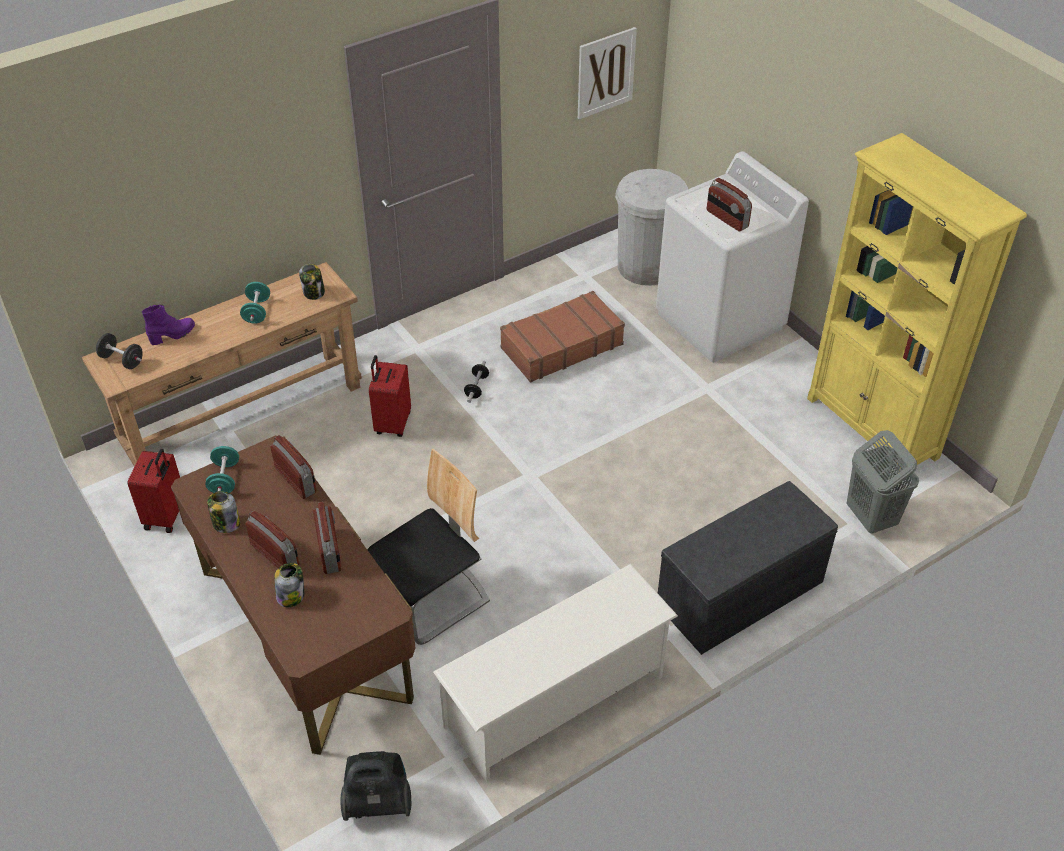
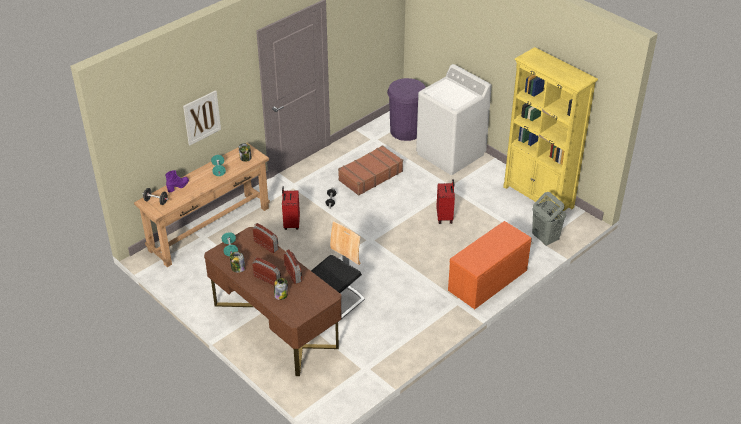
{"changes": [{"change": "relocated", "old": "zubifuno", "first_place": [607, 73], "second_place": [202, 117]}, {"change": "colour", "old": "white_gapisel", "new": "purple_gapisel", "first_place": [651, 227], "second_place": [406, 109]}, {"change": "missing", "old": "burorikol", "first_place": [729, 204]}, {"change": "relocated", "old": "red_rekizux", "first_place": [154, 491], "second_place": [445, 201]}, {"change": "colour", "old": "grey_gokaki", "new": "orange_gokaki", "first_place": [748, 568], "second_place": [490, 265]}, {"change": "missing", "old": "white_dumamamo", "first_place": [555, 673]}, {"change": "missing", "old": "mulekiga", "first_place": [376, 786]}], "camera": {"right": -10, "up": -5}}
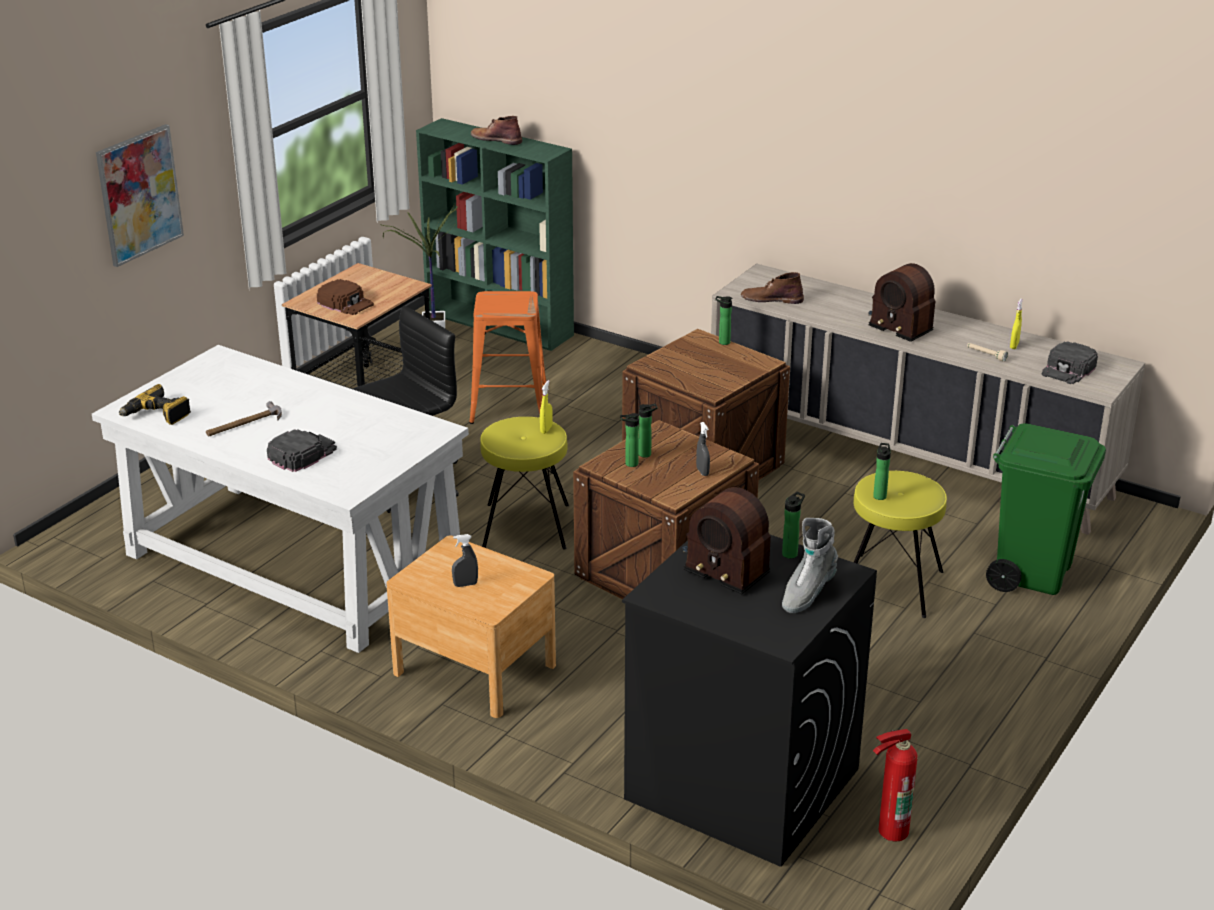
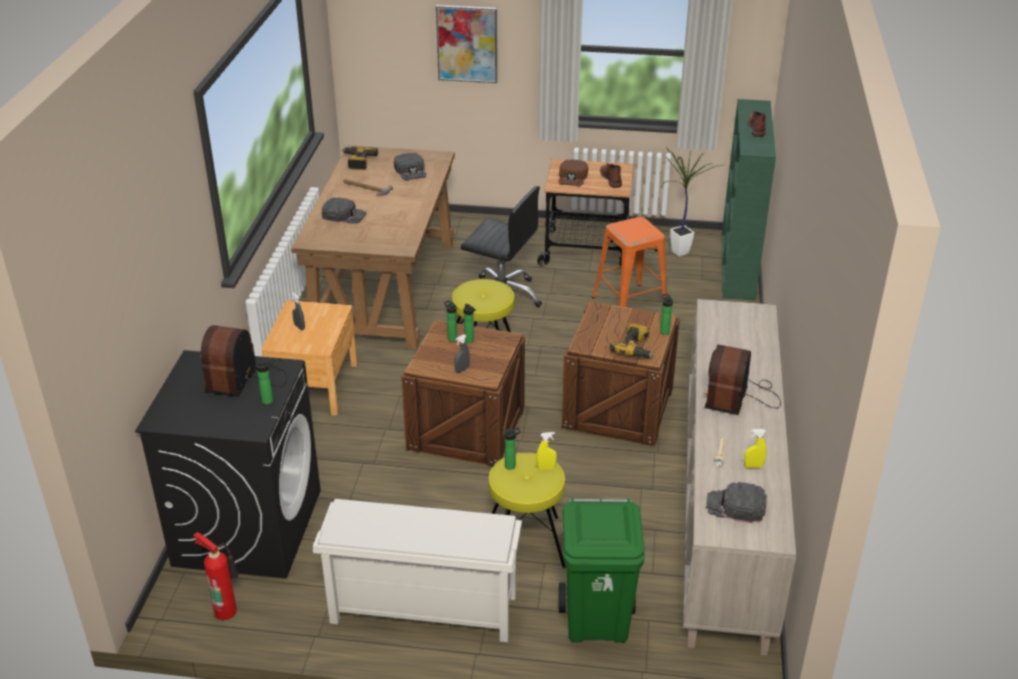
{"changes": [{"change": "relocated", "old": "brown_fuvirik", "first_place": [772, 288], "second_place": [611, 175]}, {"change": "colour", "old": "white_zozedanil", "new": "brown_zozedanil", "first_place": [280, 499], "second_place": [373, 247]}, {"change": "relocated", "old": "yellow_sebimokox", "first_place": [546, 407], "second_place": [546, 451]}, {"change": "missing", "old": "grey_fuvirik", "first_place": [810, 565]}, {"change": "appeared", "new": "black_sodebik", "second_place": [410, 167]}, {"change": "appeared", "new": "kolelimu", "second_place": [632, 340]}, {"change": "appeared", "new": "white_dumamamo", "second_place": [417, 570]}], "camera": {"right": 65, "up": 5}}
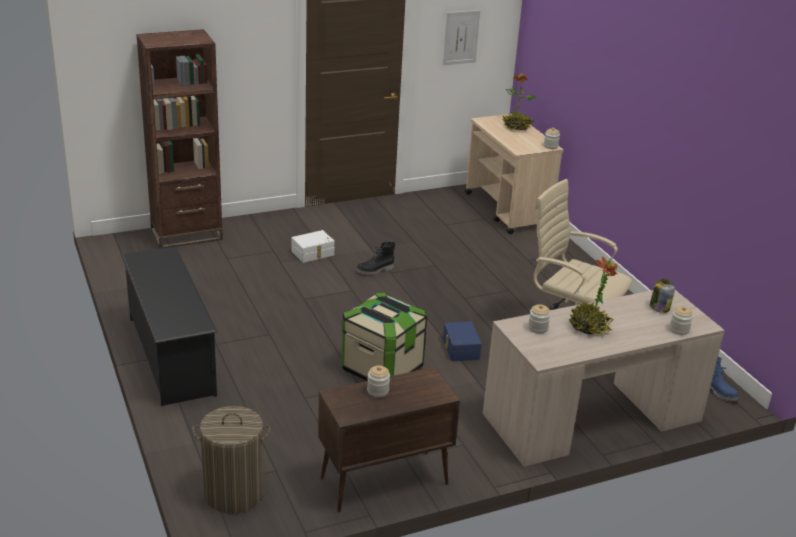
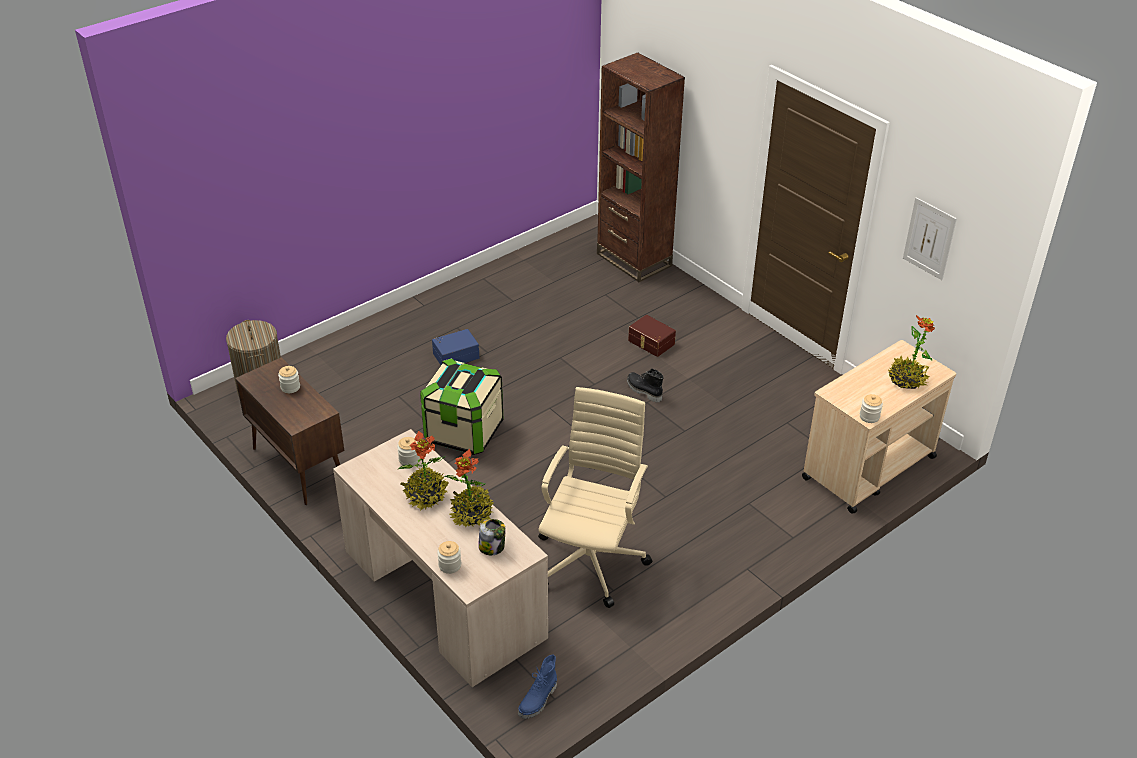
{"changes": [{"change": "colour", "old": "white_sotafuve", "new": "brown_sotafuve", "first_place": [313, 246], "second_place": [652, 336]}, {"change": "missing", "old": "black_dumamamo", "first_place": [169, 326]}, {"change": "relocated", "old": "blue_sotafuve", "first_place": [462, 341], "second_place": [455, 347]}, {"change": "appeared", "new": "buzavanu", "second_place": [468, 488]}], "camera": {"right": 75, "up": 10}}
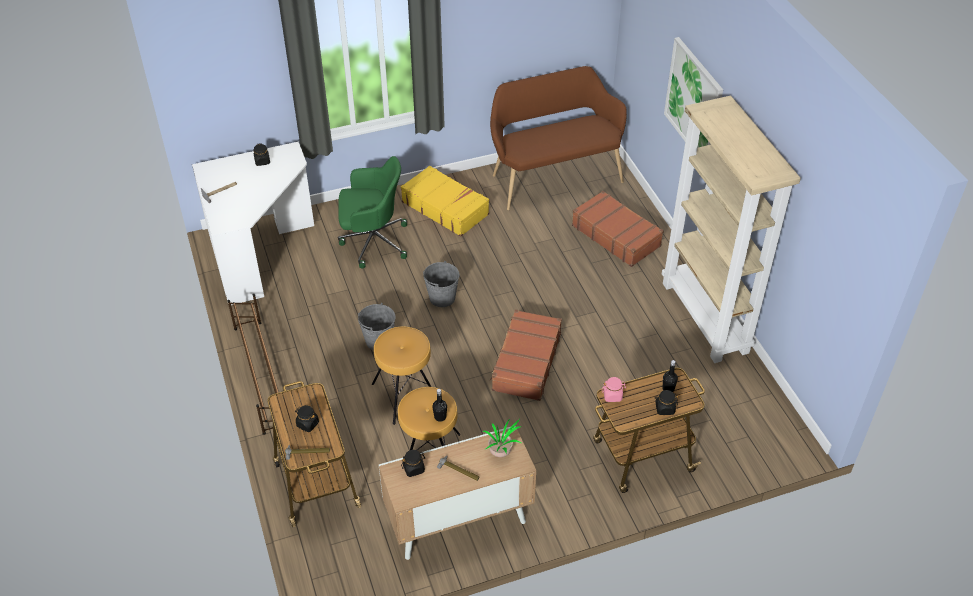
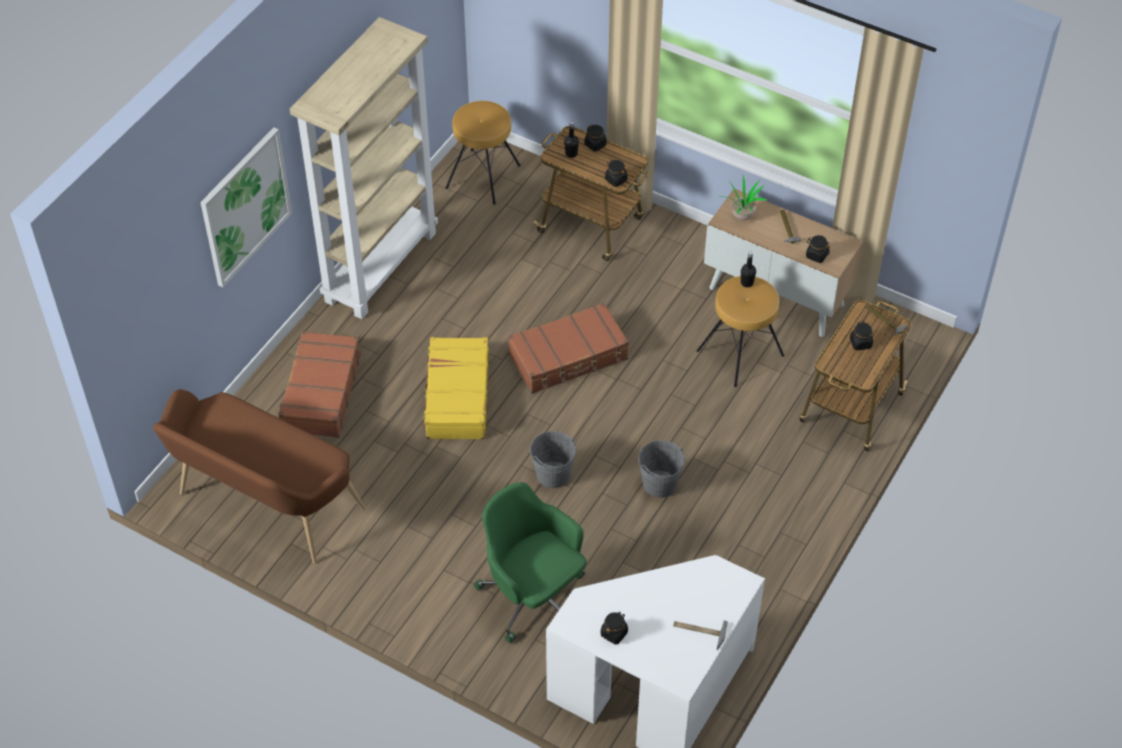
{"changes": [{"change": "relocated", "old": "yellow_rekizux", "first_place": [445, 201], "second_place": [455, 388]}, {"change": "missing", "old": "brown_dumamamo", "first_place": [259, 364]}, {"change": "relocated", "old": "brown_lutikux", "first_place": [401, 375], "second_place": [483, 153]}, {"change": "colour", "old": "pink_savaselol", "new": "black_savaselol", "first_place": [614, 389], "second_place": [616, 173]}], "camera": {"right": -130, "up": 5}}
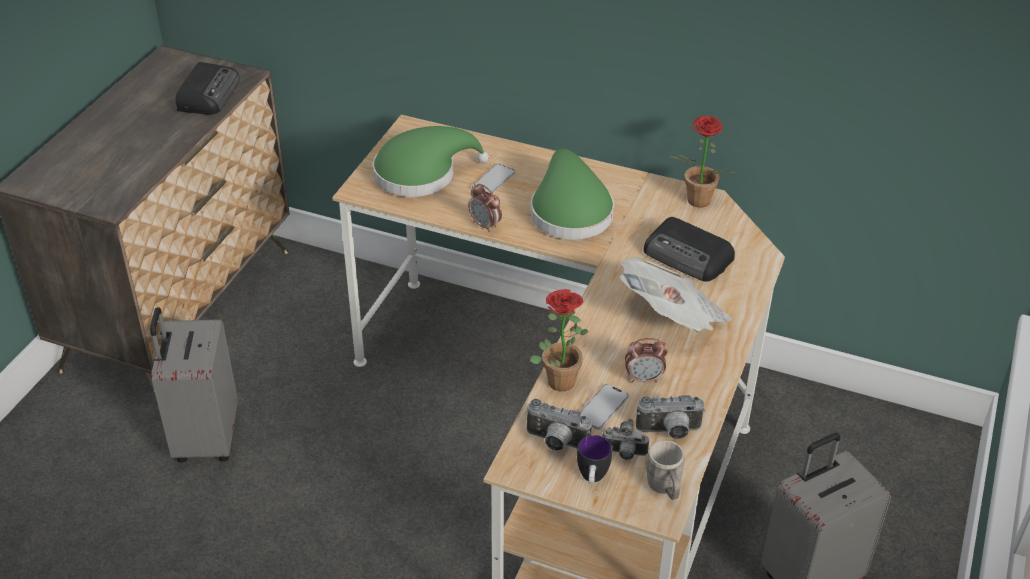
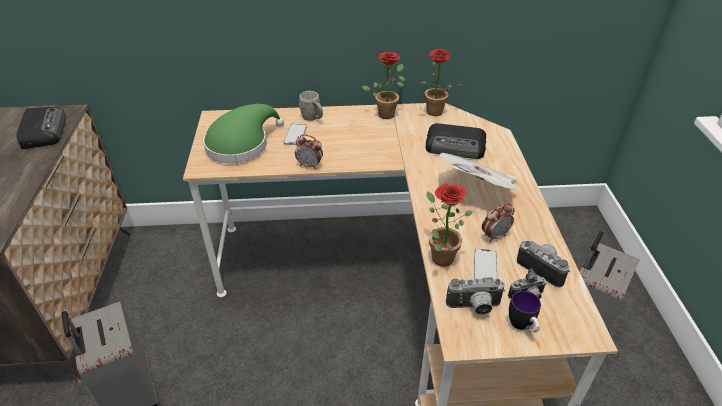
{"changes": [{"change": "missing", "old": "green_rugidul", "first_place": [572, 194]}, {"change": "spun", "old": "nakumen", "first_place": [670, 417], "second_place": [543, 264], "degrees": -105}, {"change": "relocated", "old": "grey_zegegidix", "first_place": [664, 470], "second_place": [311, 106]}, {"change": "appeared", "new": "buzavanu", "second_place": [383, 85]}], "camera": {"right": -25, "up": 0}}
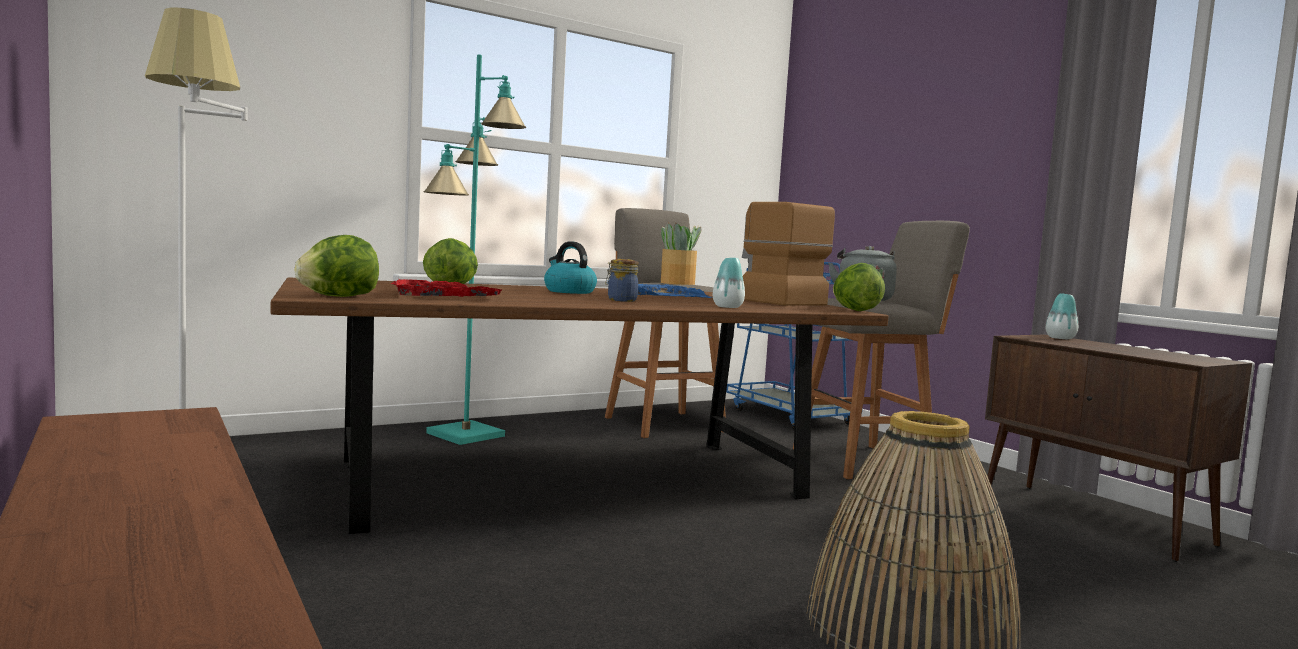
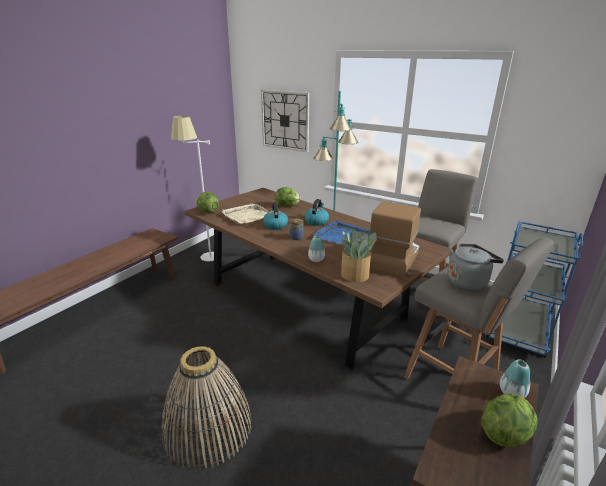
{"changes": [{"change": "relocated", "old": "buzavanu", "first_place": [681, 254], "second_place": [359, 256]}, {"change": "relocated", "old": "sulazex", "first_place": [859, 287], "second_place": [509, 420]}, {"change": "colour", "old": "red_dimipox", "new": "beige_dimipox", "first_place": [446, 288], "second_place": [245, 213]}, {"change": "appeared", "new": "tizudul", "second_place": [285, 121]}, {"change": "appeared", "new": "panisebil", "second_place": [275, 216]}], "camera": {"right": 65, "up": 20}}
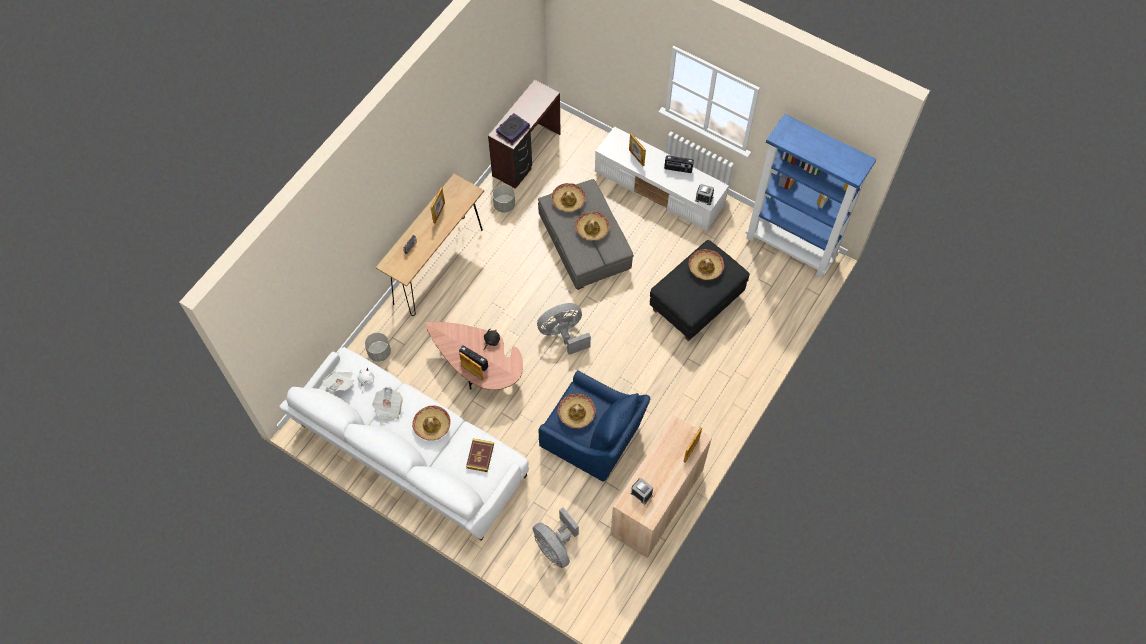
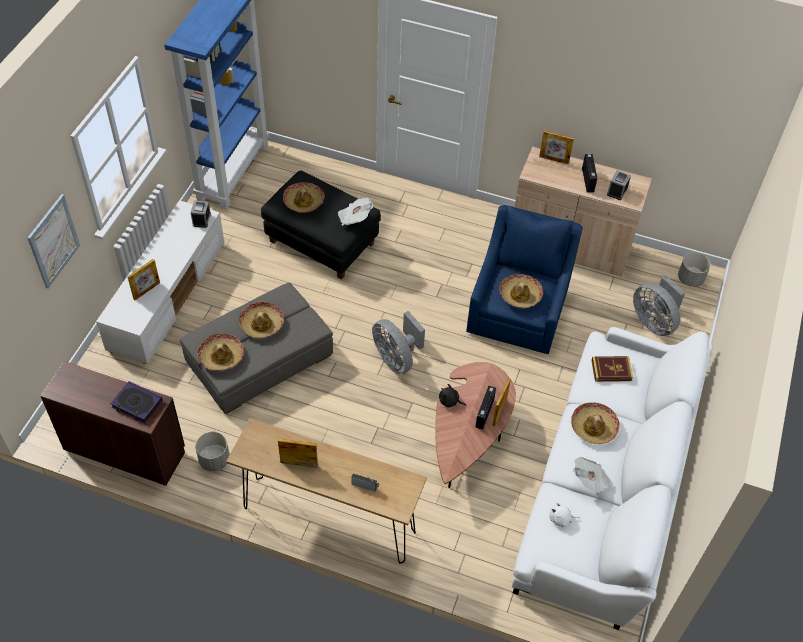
{"changes": [{"change": "relocated", "old": "burorikol", "first_place": [679, 164], "second_place": [589, 173]}, {"change": "relocated", "old": "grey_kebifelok", "first_place": [378, 347], "second_place": [694, 269]}, {"change": "relocated", "old": "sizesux", "first_place": [338, 381], "second_place": [355, 212]}, {"change": "spun", "old": "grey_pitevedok", "first_place": [556, 537], "second_place": [659, 305], "degrees": 105}, {"change": "appeared", "new": "zubifuno", "second_place": [53, 241]}], "camera": {"right": -105, "up": -10}}
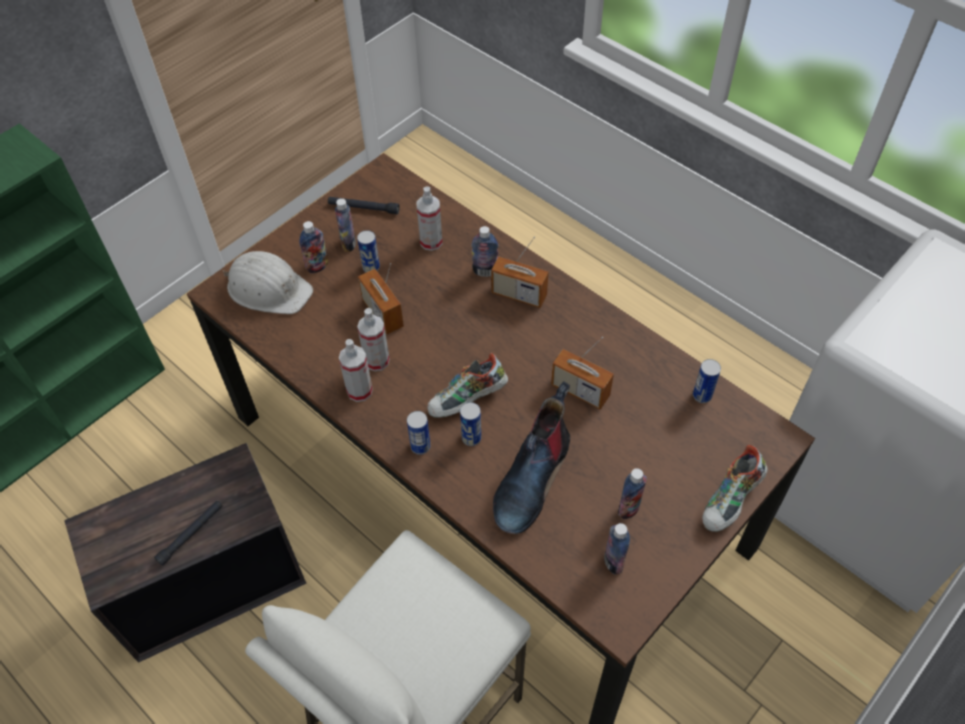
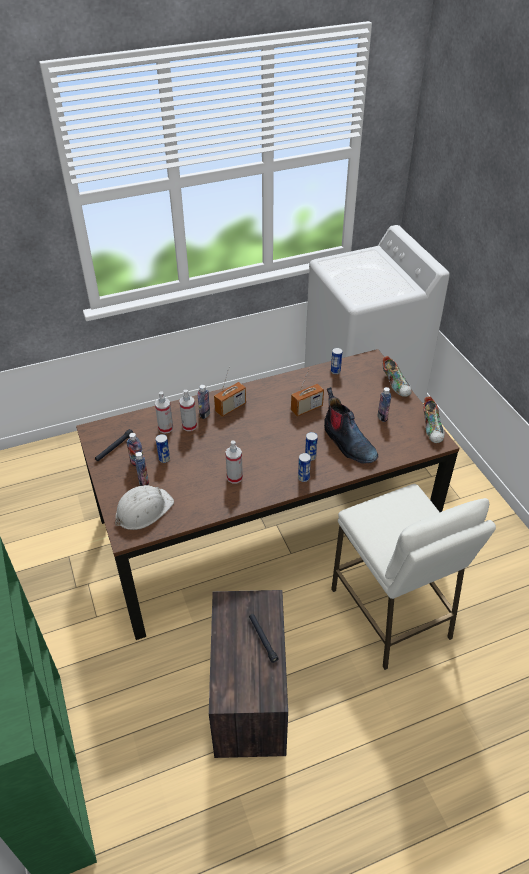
{"changes": [{"change": "missing", "old": "burorikol", "first_place": [381, 298]}, {"change": "relocated", "old": "sebimokox", "first_place": [356, 370], "second_place": [188, 410]}, {"change": "relocated", "old": "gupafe", "first_place": [467, 385], "second_place": [434, 419]}, {"change": "missing", "old": "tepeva", "first_place": [617, 548]}], "camera": {"right": -65, "up": -10}}
